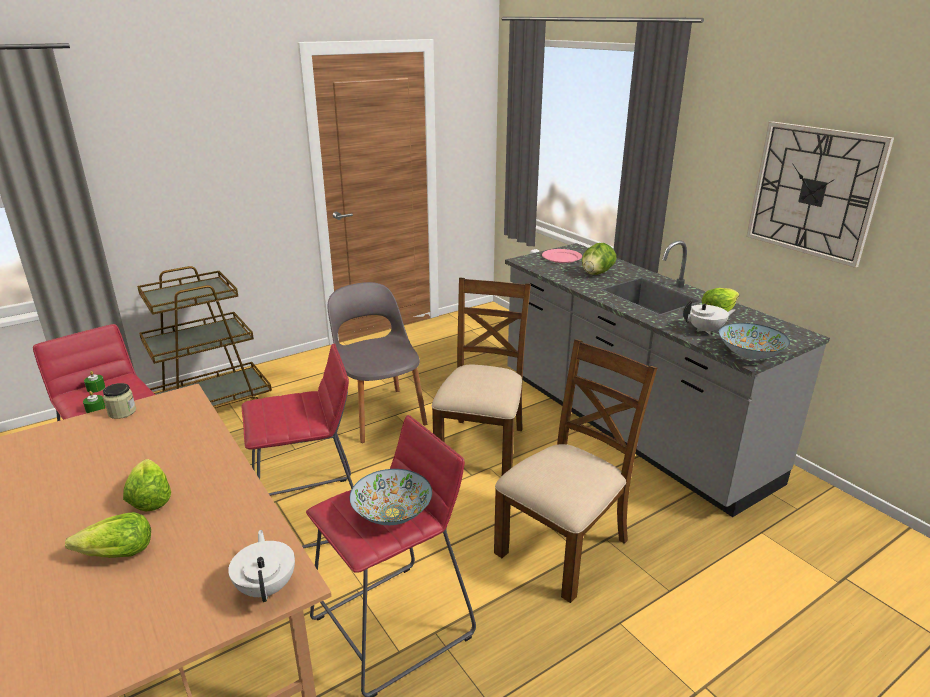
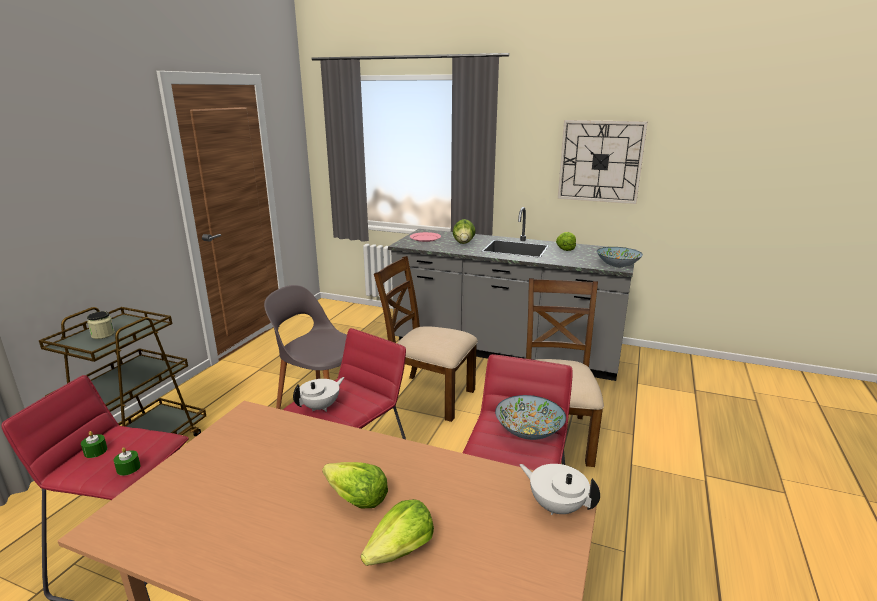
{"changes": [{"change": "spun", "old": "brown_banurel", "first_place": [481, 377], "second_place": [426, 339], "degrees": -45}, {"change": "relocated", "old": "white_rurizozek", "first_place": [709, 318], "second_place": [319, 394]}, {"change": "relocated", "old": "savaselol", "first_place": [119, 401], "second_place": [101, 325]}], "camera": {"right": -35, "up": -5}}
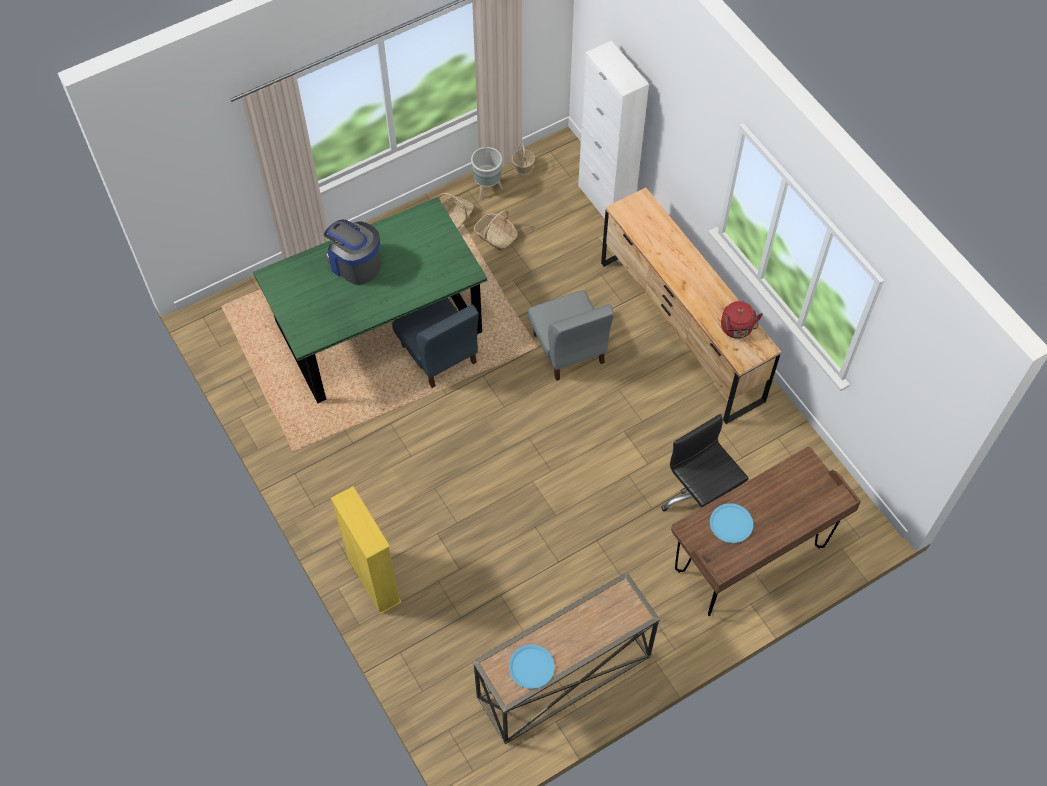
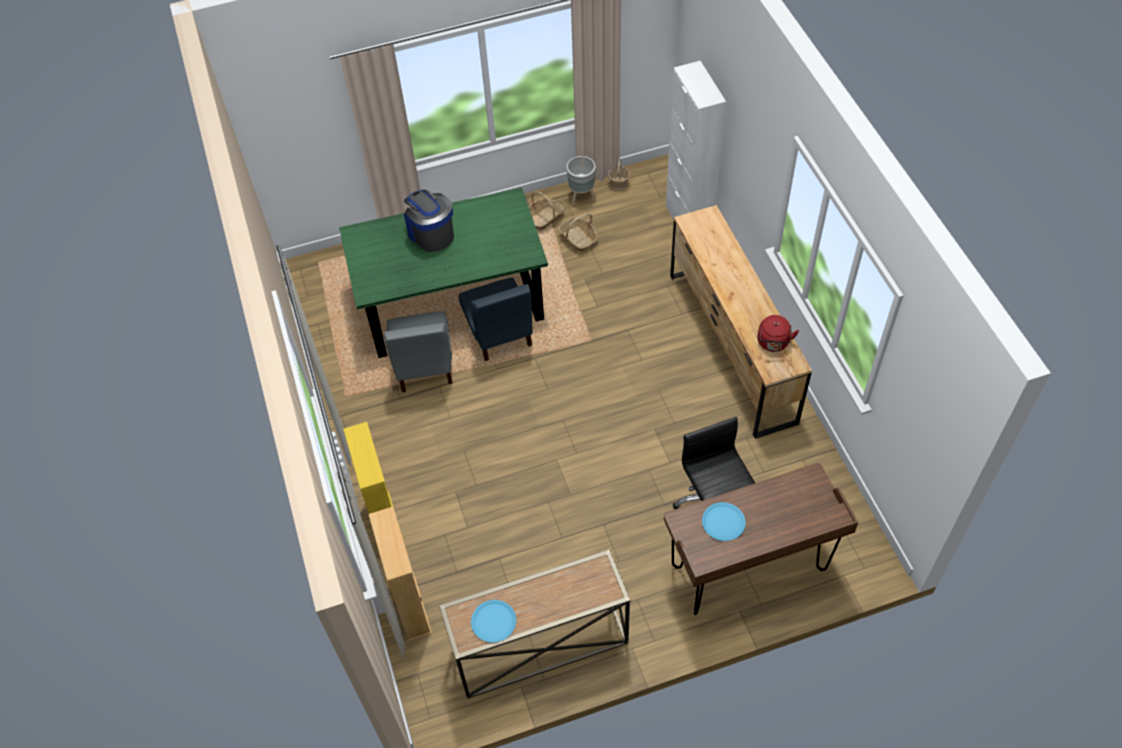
{"changes": [{"change": "relocated", "old": "grey_banurel", "first_place": [570, 335], "second_place": [418, 352]}, {"change": "appeared", "new": "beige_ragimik", "second_place": [400, 574]}], "camera": {"right": 15, "up": -5}}
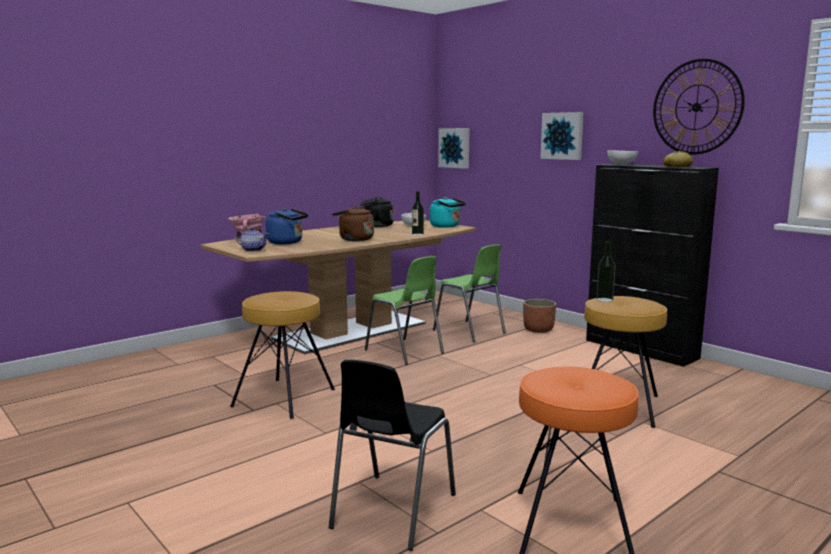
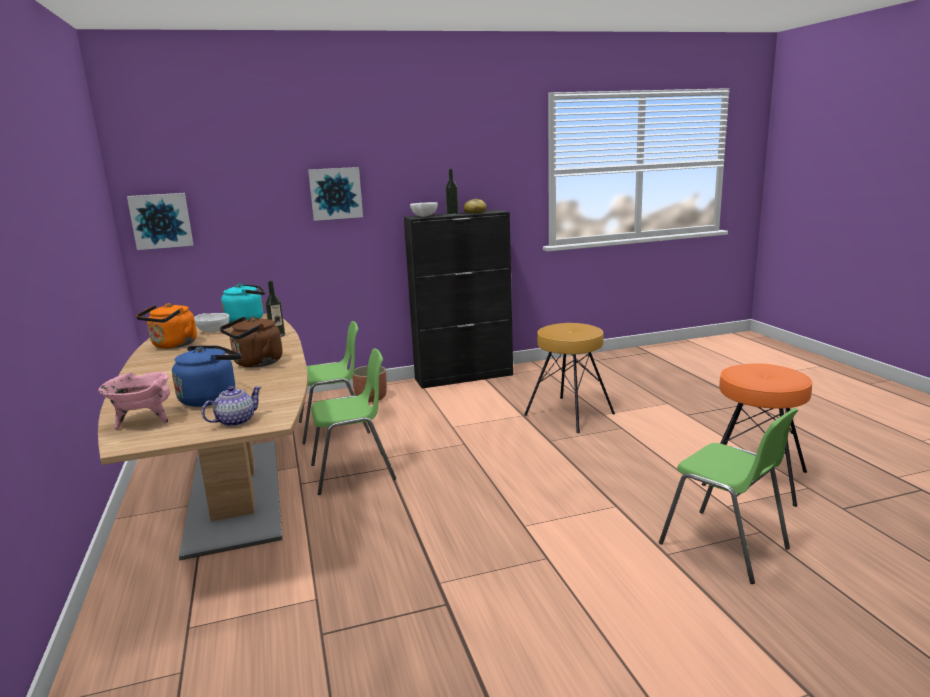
{"changes": [{"change": "missing", "old": "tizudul", "first_place": [699, 107]}, {"change": "colour", "old": "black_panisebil", "new": "orange_panisebil", "first_place": [377, 212], "second_place": [166, 326]}, {"change": "relocated", "old": "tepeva", "first_place": [605, 271], "second_place": [452, 192]}, {"change": "missing", "old": "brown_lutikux", "first_place": [282, 355]}, {"change": "colour", "old": "black_banurel", "new": "green_banurel", "first_place": [392, 455], "second_place": [728, 496]}], "camera": {"right": -65, "up": 5}}
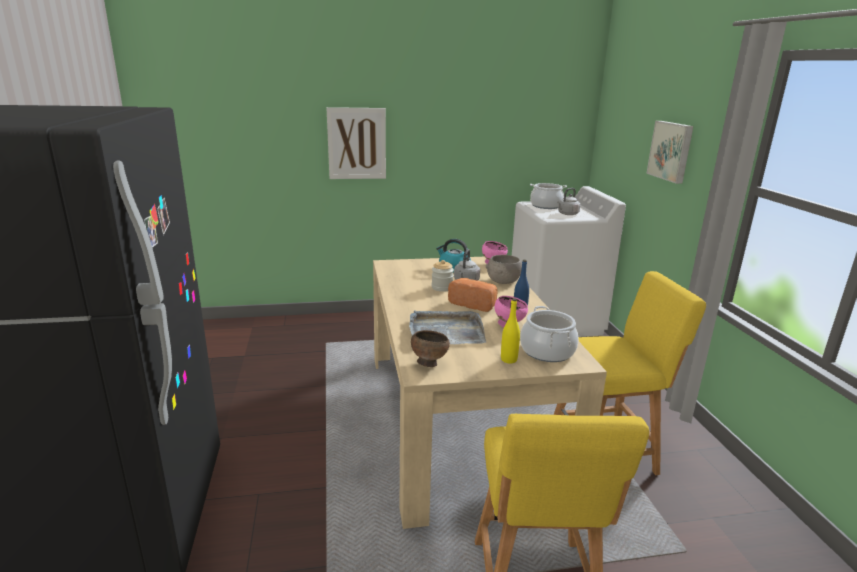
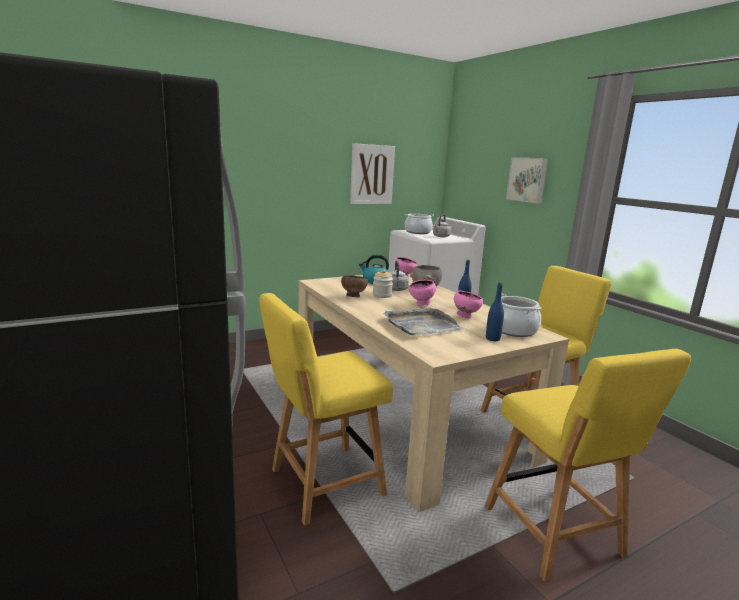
{"changes": [{"change": "relocated", "old": "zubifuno", "first_place": [356, 143], "second_place": [372, 173]}, {"change": "exchanged", "old": "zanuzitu", "new": "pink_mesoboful", "first_place": [473, 295], "second_place": [422, 293]}, {"change": "colour", "old": "yellow_tepeva", "new": "blue_tepeva", "first_place": [510, 330], "second_place": [495, 312]}, {"change": "relocated", "old": "brown_mesoboful", "first_place": [430, 348], "second_place": [354, 286]}, {"change": "appeared", "new": "yellow_banurel", "second_place": [326, 409]}], "camera": {"right": -20, "up": -5}}
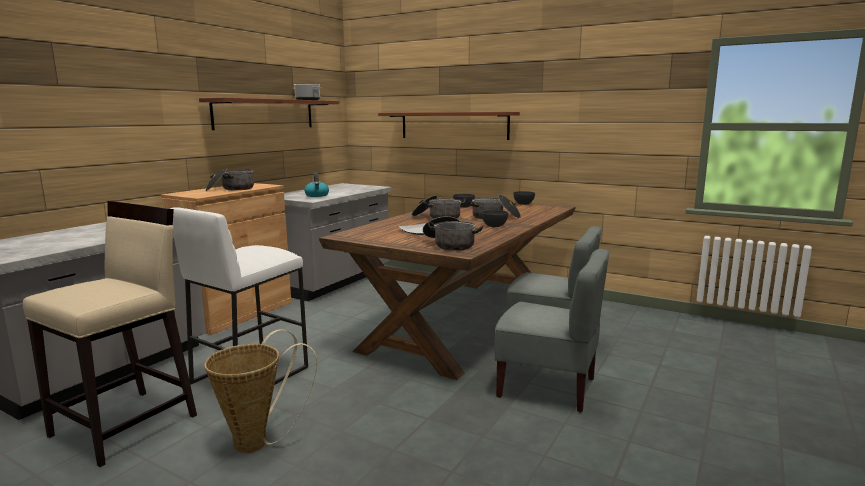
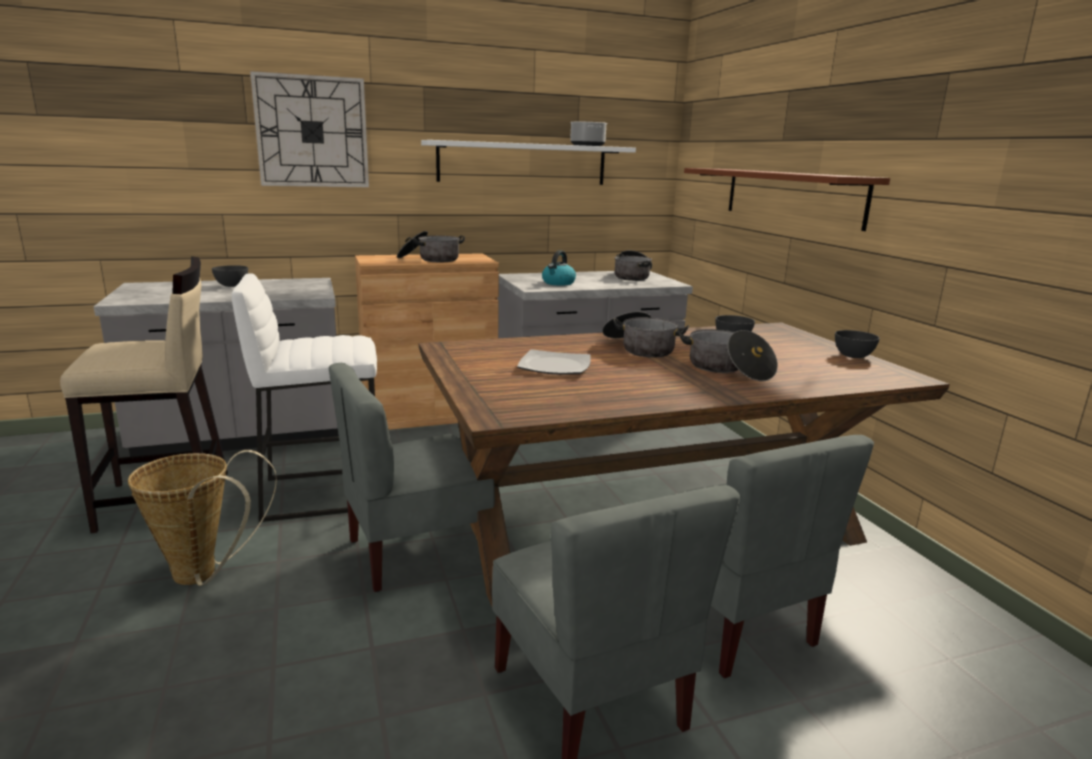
{"changes": [{"change": "colour", "old": "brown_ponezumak", "new": "white_ponezumak", "first_place": [269, 113], "second_place": [528, 162]}, {"change": "relocated", "old": "grey_mesoboful", "first_place": [494, 218], "second_place": [230, 276]}, {"change": "relocated", "old": "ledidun", "first_place": [453, 233], "second_place": [633, 265]}, {"change": "appeared", "new": "tizudul", "second_place": [309, 129]}, {"change": "appeared", "new": "grey_banurel", "second_place": [411, 477]}], "camera": {"right": 40, "up": 5}}
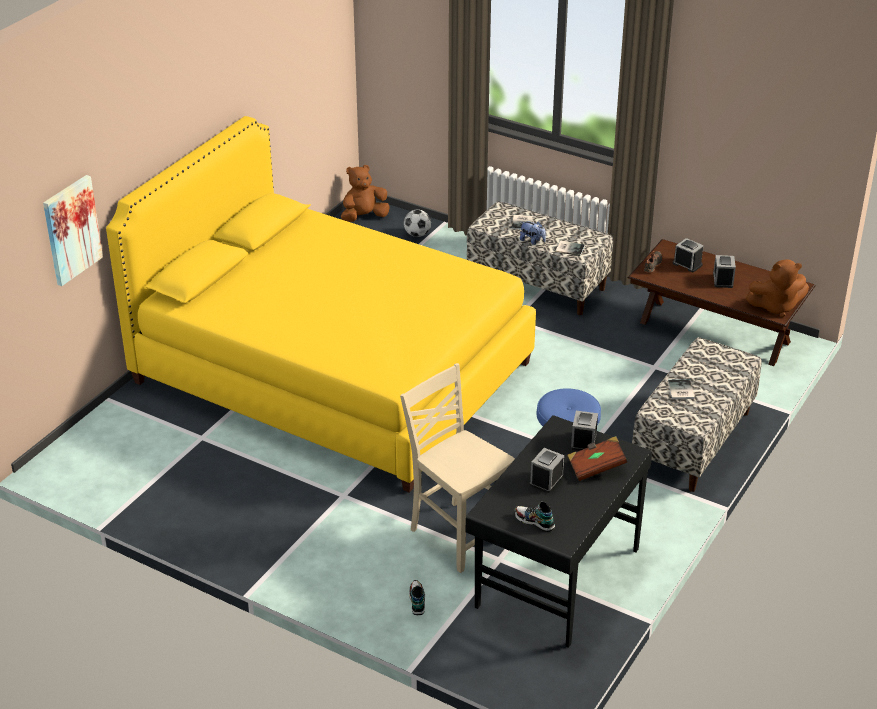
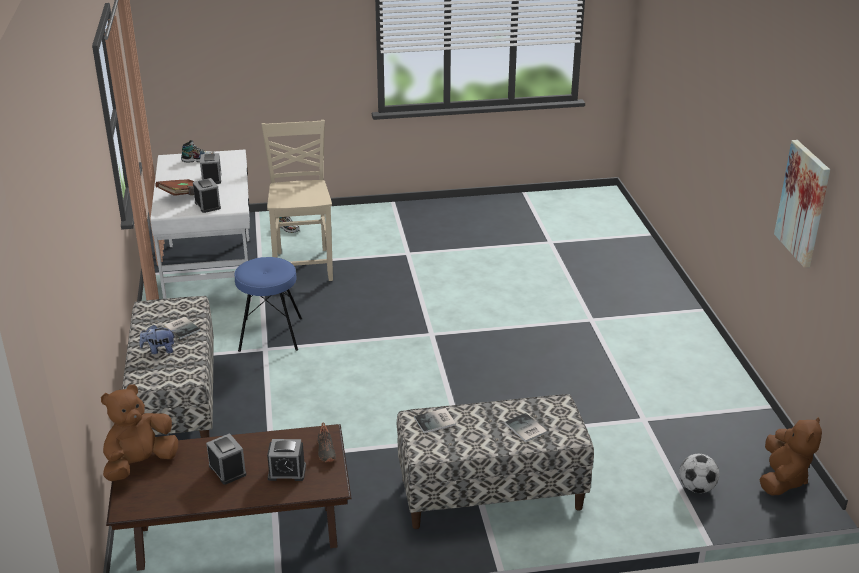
{"changes": [{"change": "missing", "old": "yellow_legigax", "first_place": [321, 304]}, {"change": "relocated", "old": "zubifuno", "first_place": [73, 230], "second_place": [802, 204]}, {"change": "relocated", "old": "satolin", "first_place": [533, 233], "second_place": [157, 339]}, {"change": "spun", "old": "beige_banurel", "first_place": [457, 468], "second_place": [297, 200], "degrees": -105}, {"change": "colour", "old": "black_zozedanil", "new": "white_zozedanil", "first_place": [559, 531], "second_place": [201, 225]}], "camera": {"right": 140, "up": -5}}
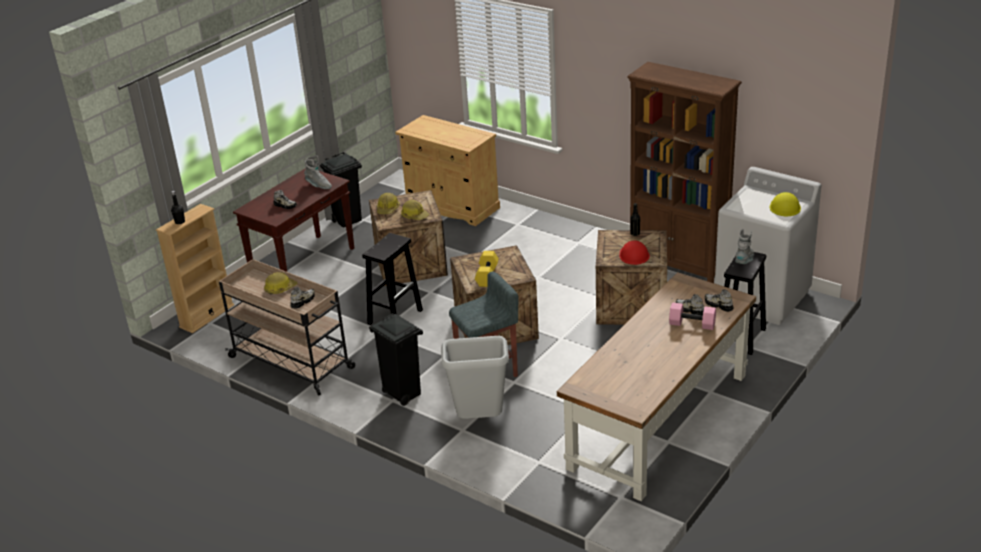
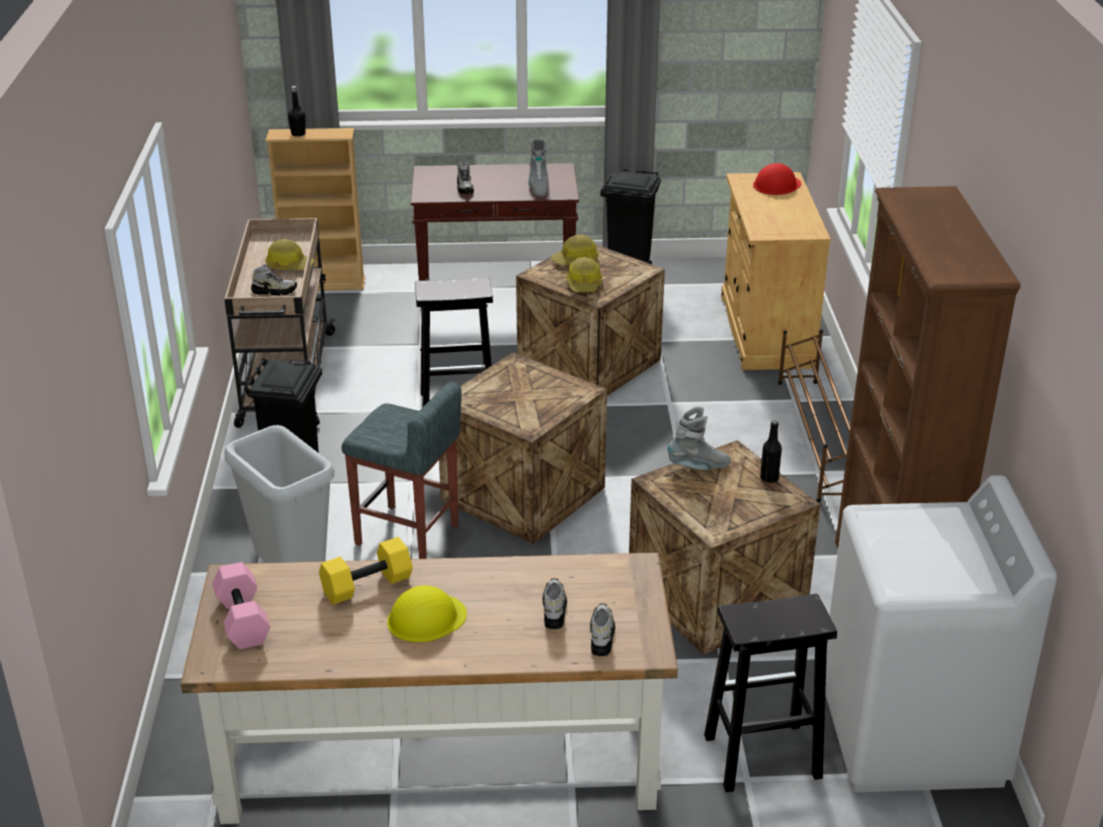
{"changes": [{"change": "relocated", "old": "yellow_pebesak", "first_place": [785, 204], "second_place": [427, 613]}, {"change": "relocated", "old": "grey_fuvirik", "first_place": [744, 246], "second_place": [699, 438]}, {"change": "relocated", "old": "red_pebesak", "first_place": [634, 252], "second_place": [777, 179]}, {"change": "relocated", "old": "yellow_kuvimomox", "first_place": [487, 269], "second_place": [366, 571]}, {"change": "relocated", "old": "pink_kuvimomox", "first_place": [692, 316], "second_place": [241, 605]}, {"change": "appeared", "new": "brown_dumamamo", "second_place": [814, 415]}], "camera": {"right": 50, "up": 0}}
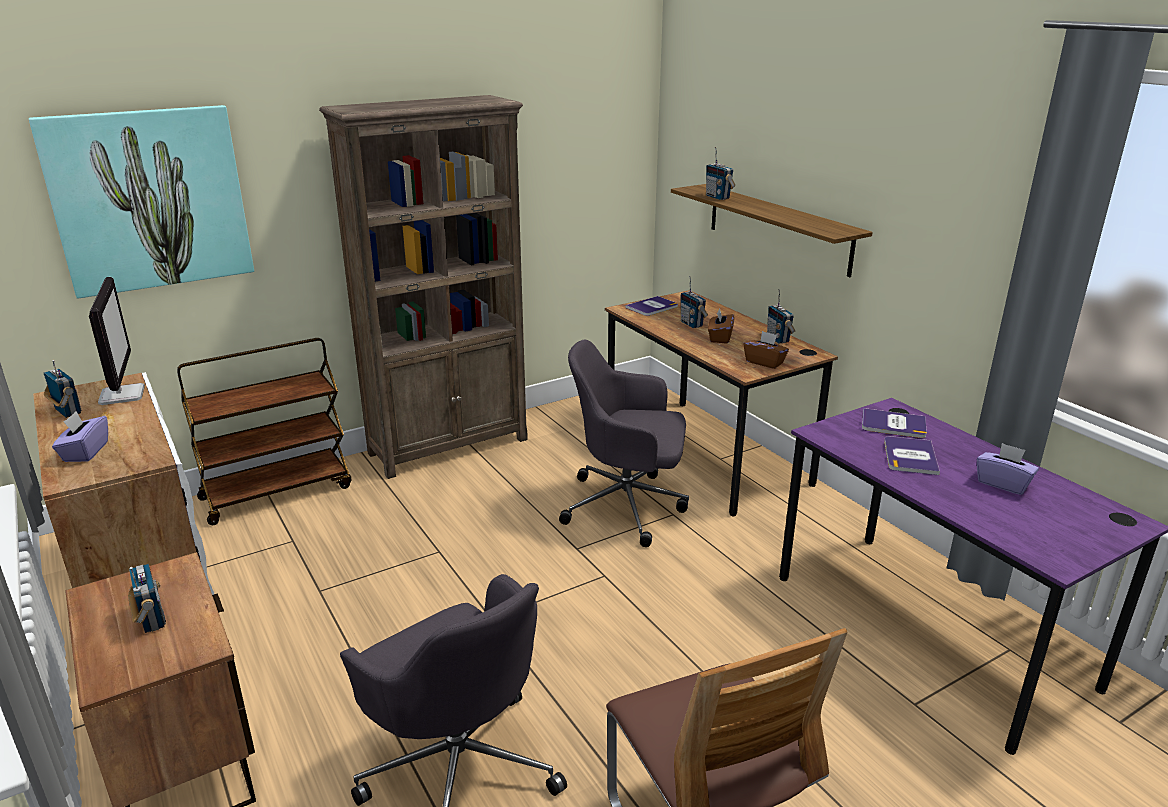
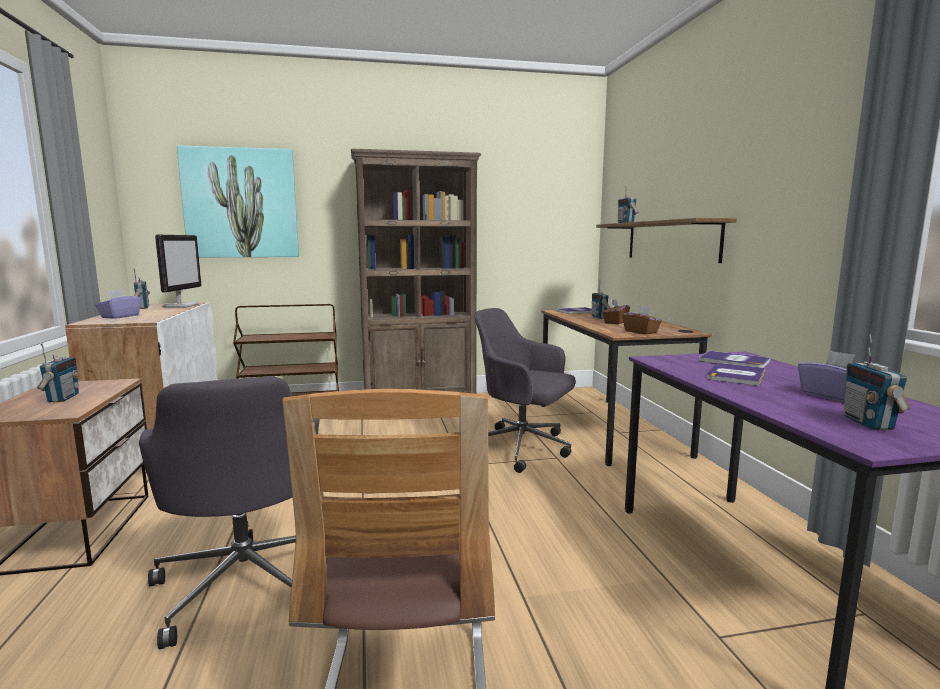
{"changes": [{"change": "relocated", "old": "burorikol", "first_place": [781, 316], "second_place": [877, 382]}], "camera": {"right": 20, "up": -15}}
